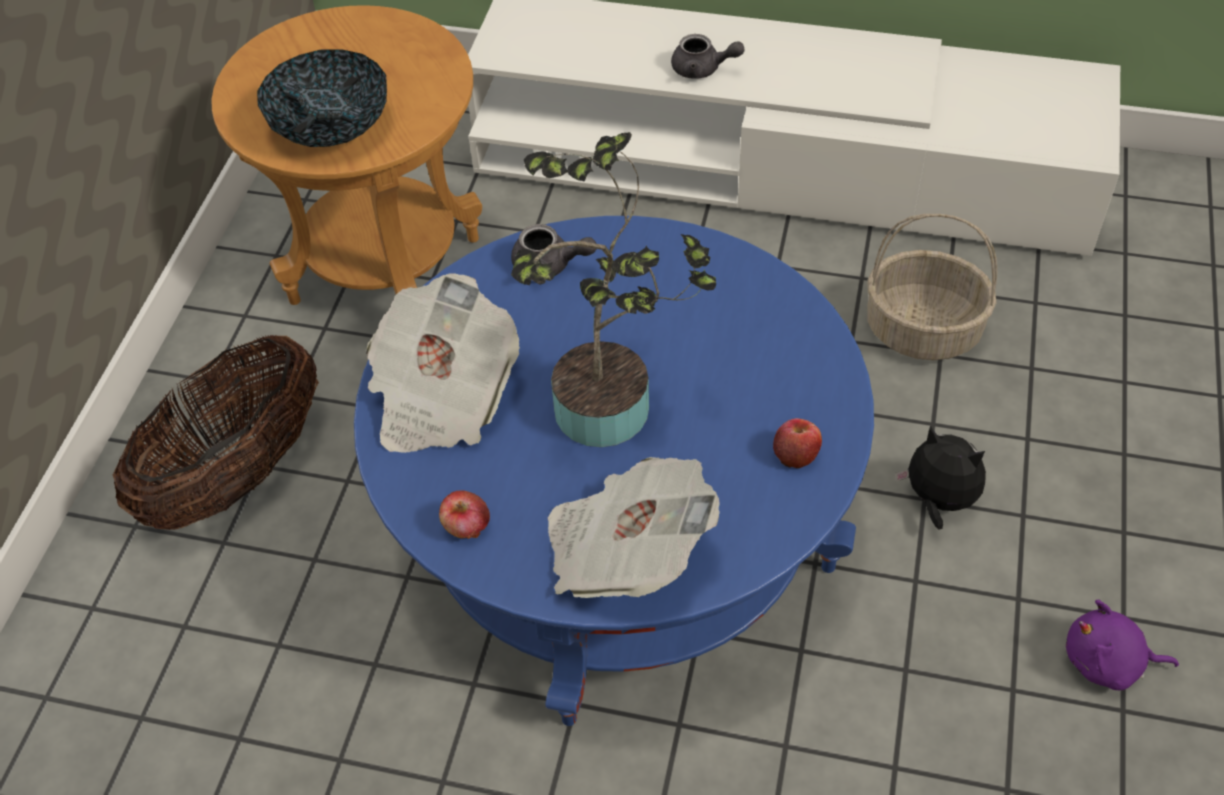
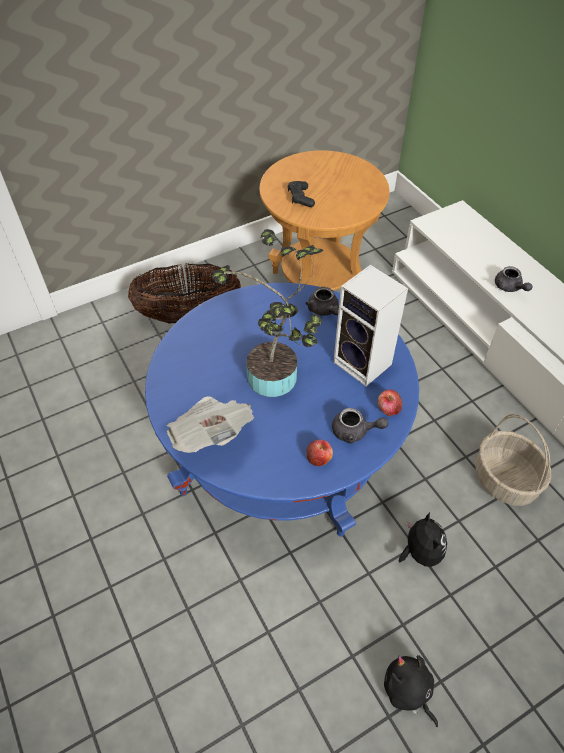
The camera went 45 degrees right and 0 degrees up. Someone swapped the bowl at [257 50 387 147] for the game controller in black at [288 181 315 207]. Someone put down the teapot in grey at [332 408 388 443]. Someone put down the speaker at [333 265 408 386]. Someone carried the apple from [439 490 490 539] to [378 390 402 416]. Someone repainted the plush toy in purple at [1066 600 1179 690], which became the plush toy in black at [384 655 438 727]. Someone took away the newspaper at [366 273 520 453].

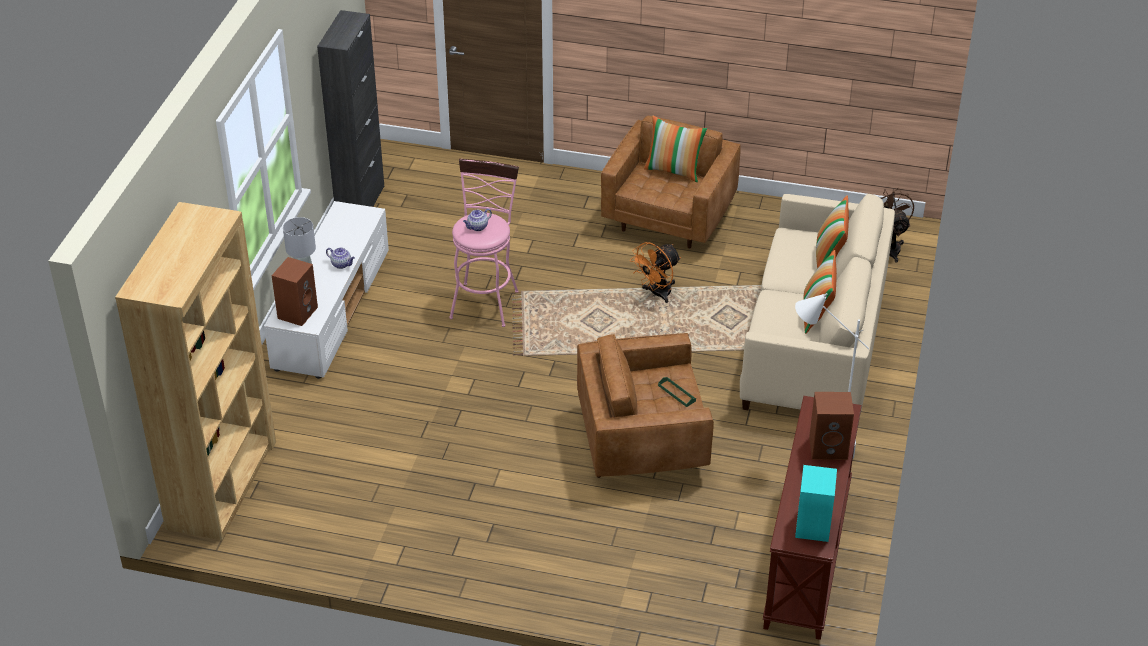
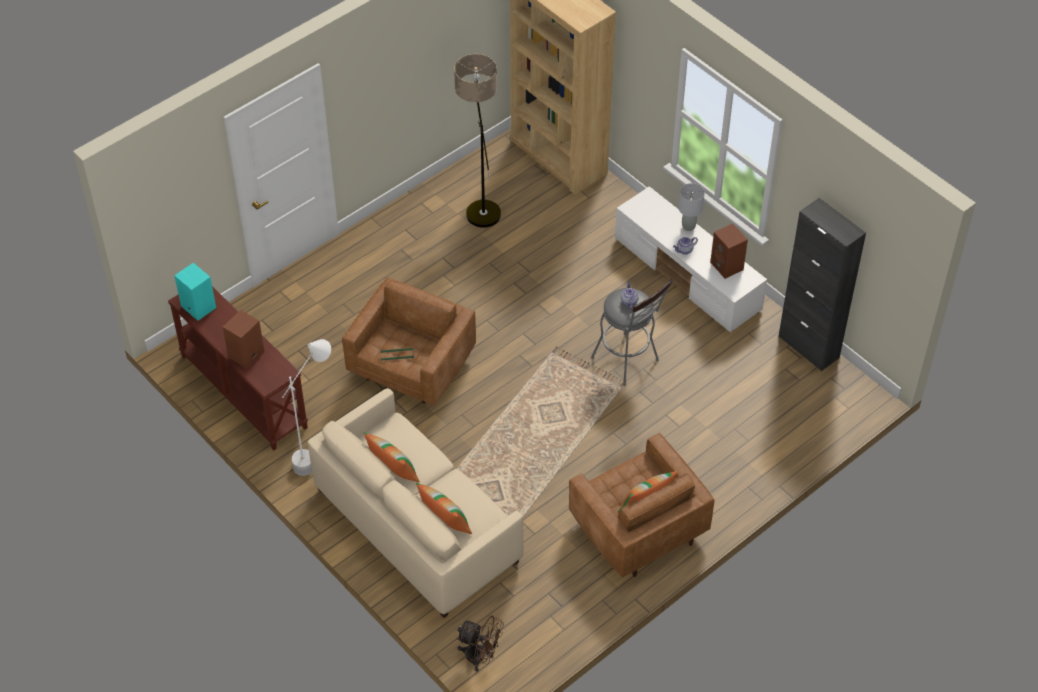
The camera went 125 degrees right and 10 degrees up. Someone put down the floor lamp at [454 54 501 228]. Someone repainted the stool in pink at [449 159 519 327], which became the stool in grey at [591 279 673 386]. Someone carried the speaker in brown from [272 257 318 326] to [710 223 748 279]. Someone took away the fan in orange at [630 242 681 303].

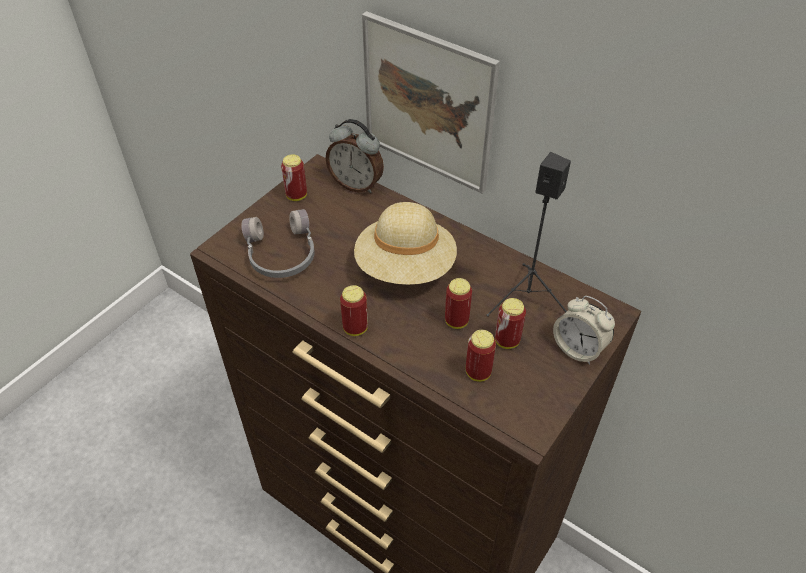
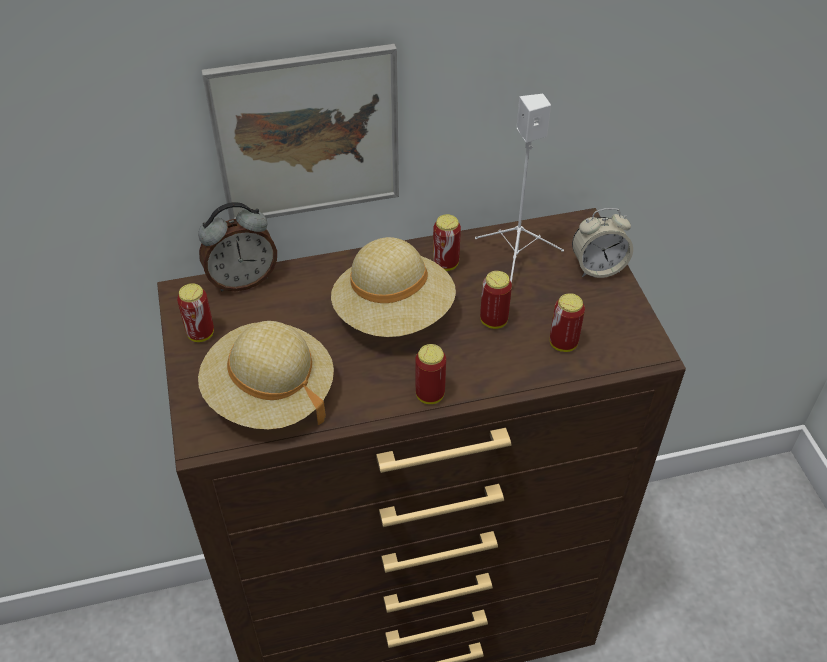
The camera went 50 degrees left and 0 degrees up. Someone swapped the headphones in grey at [241 209 315 278] for the hat in beige at [198 321 334 429]. Someone carried the can from [495 298 526 349] to [433 214 461 271]. Someone repainted the speaker in black at [486 152 571 317], which became the speaker in white at [475 94 564 283].

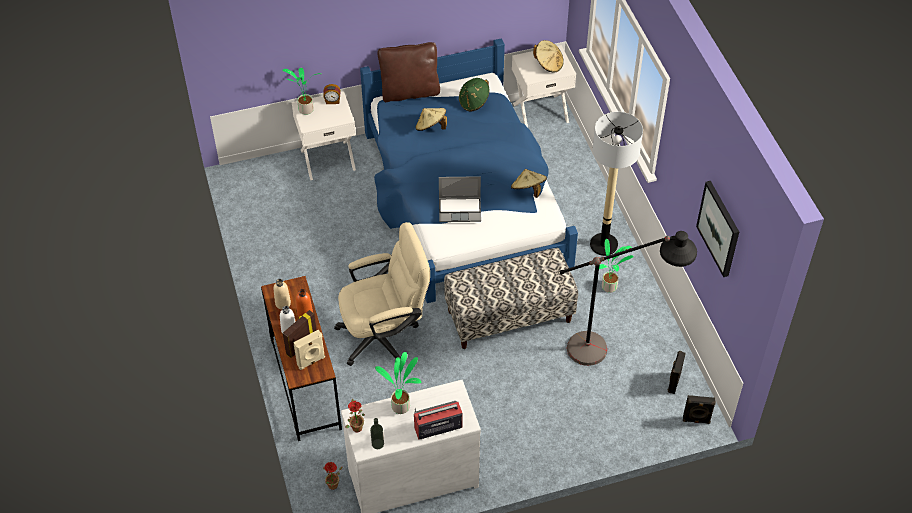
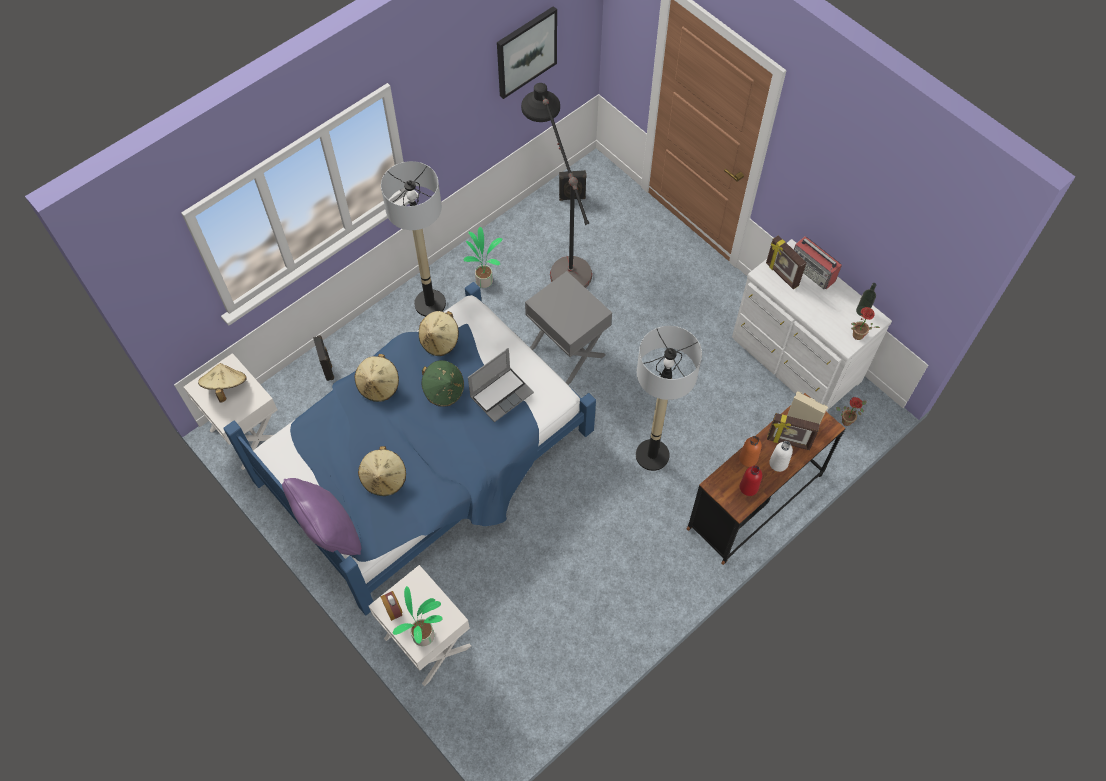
The camera went 115 degrees left and 10 degrees up. Someone repainted the pillow in brown at [377 42 440 102], which became the pillow in purple at [282 478 361 555]. Someone carried the speaker in black from [683 395 716 424] to [313 335 334 381]. Someone put down the hat in beige at [355 354 399 402]. Someone carried the hat in green from [459 78 489 111] to [422 360 464 407]. Someone rotated the laptop at [439 176 481 222] by 75 degrees clockwise. Someone swapped the bench at [444 248 578 349] for the nightstand in grey at [525 271 612 385]. Someone swapped the office chair in beige at [334 222 430 366] for the floor lamp at [636 326 702 471]. Someone repainted the bottle in beige at [274 279 291 309], which became the bottle in red at [740 465 762 496]. Someone put down the picture frame at [766 235 807 290]. Someone took away the potted plant at [375 352 422 414].

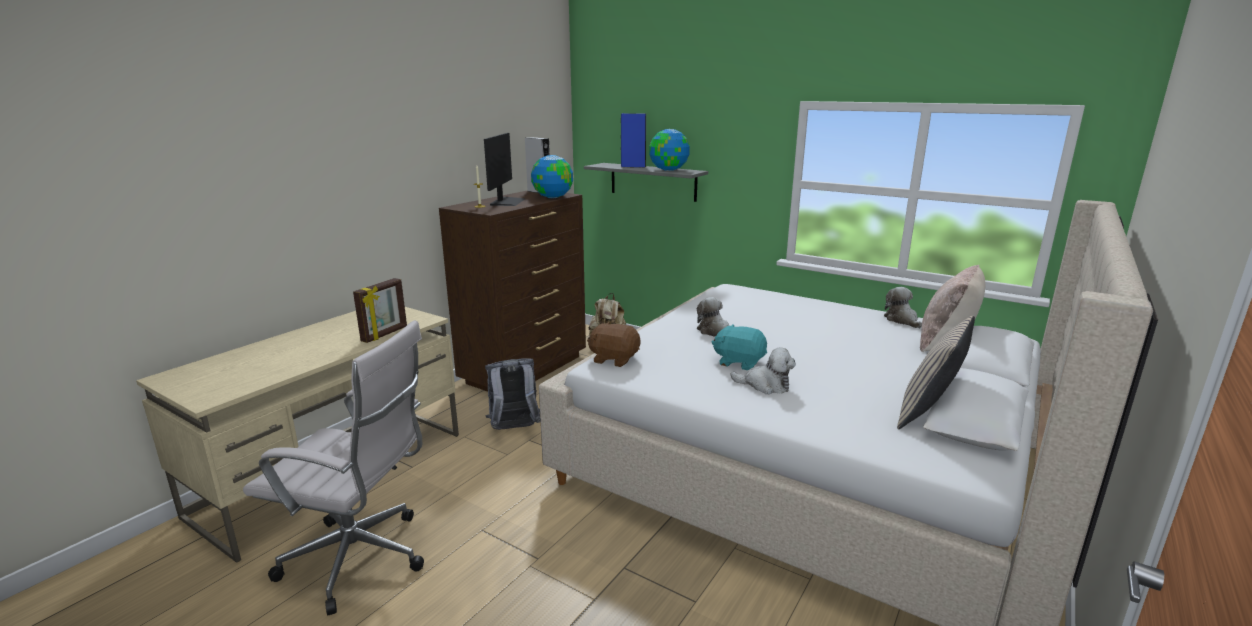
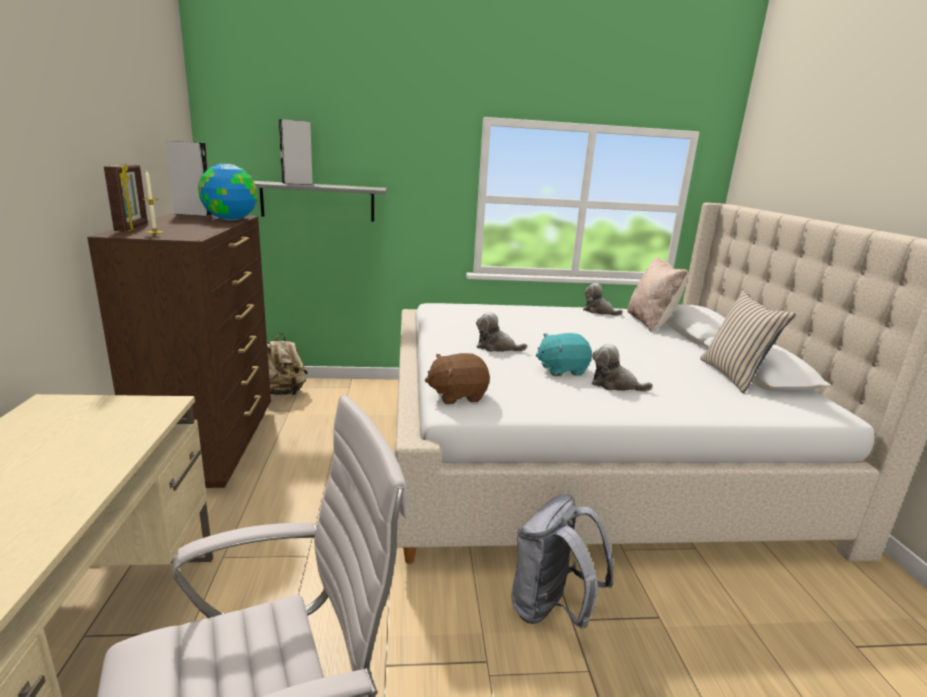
The camera went 40 degrees left and 0 degrees up. Someone carried the picture frame from [353 278 407 343] to [104 164 148 231]. Someone repainted the speaker in blue at [621 113 646 168], which became the speaker in grey at [279 119 313 185]. Someone carried the backpack in grey from [485 358 541 430] to [512 494 613 629]. Someone rotated the plush toy at [730 347 796 394] by 135 degrees counterclockwise. Someone took away the monitor at [484 133 525 206]. Someone took away the globe at [649 129 690 171].

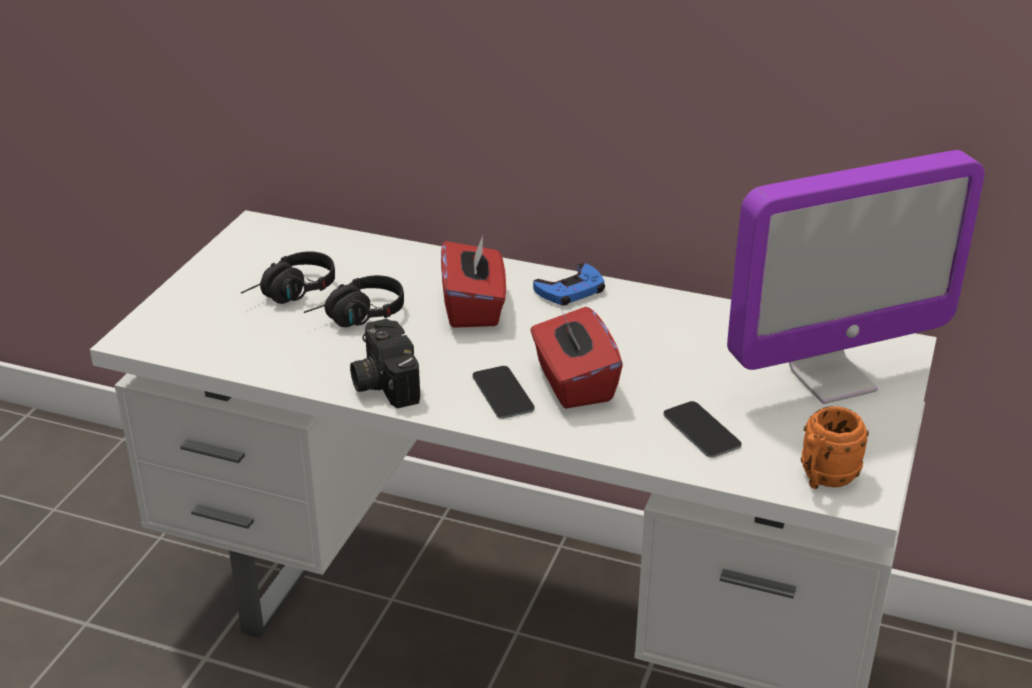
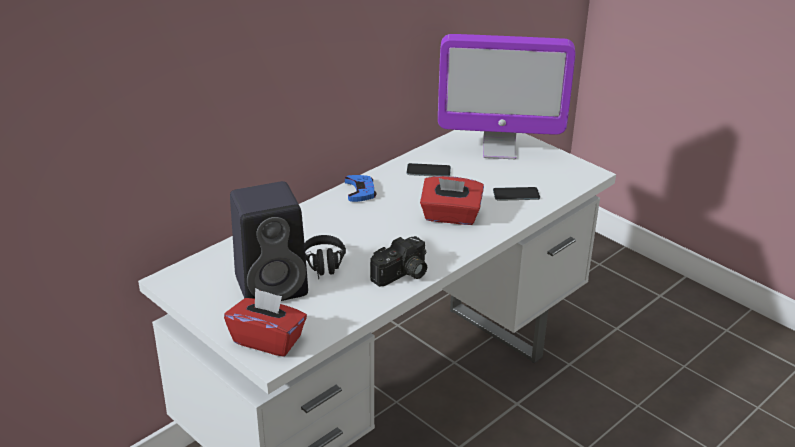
The camera went 65 degrees left and 0 degrees up. Someone carried the tissue box in red from [441 233 506 328] to [224 288 307 357]. Someone swapped the headphones in black at [241 251 335 304] for the speaker in black at [230 181 308 301]. Someone rotated the photo camera at [350 319 420 408] by 45 degrees counterclockwise. Someone carried the phone from [473 366 535 419] to [406 163 451 176]. Someone rotated the monitor at [727 150 985 404] by 90 degrees clockwise. Someone took away the mug in orange at [801 406 869 489].

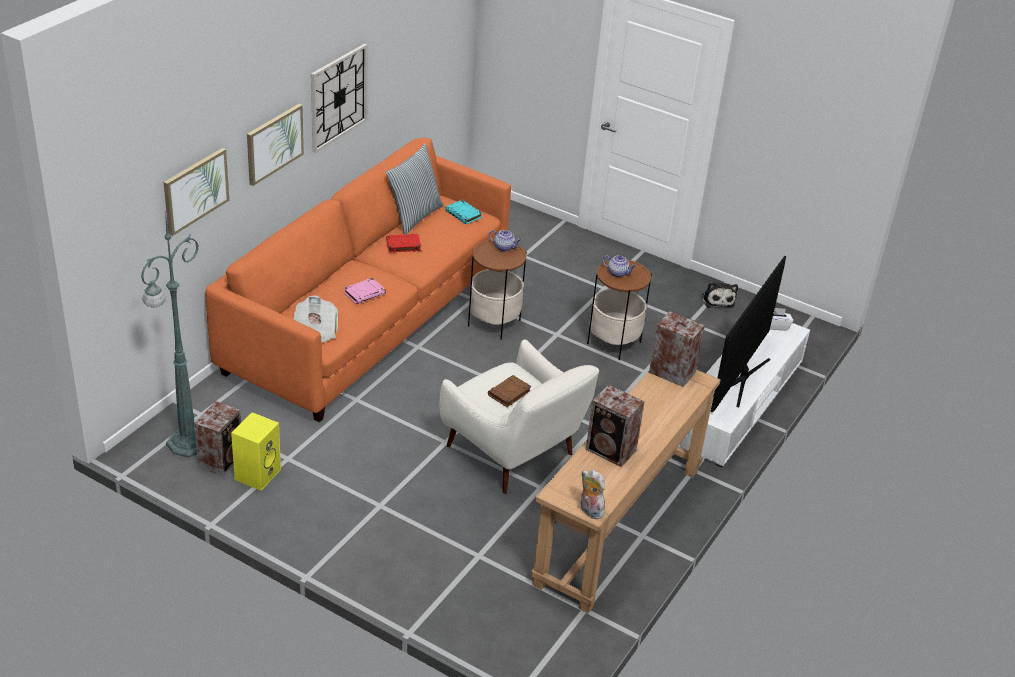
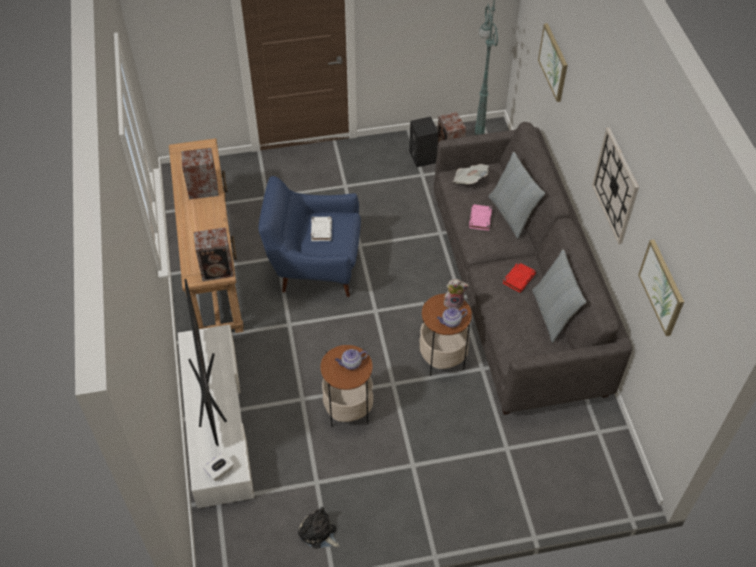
The camera went 140 degrees right and 15 degrees up. Someone repainted the armchair in white at [440 339 599 494], which became the armchair in blue at [258 176 361 297]. Someone repainted the book in brown at [488 375 532 407], which became the book in white at [311 217 332 241]. Someone repainted the speaker in yellow at [231 412 281 491], which became the speaker in black at [409 117 439 167]. Someone repainted the sofa in orange at [205 138 511 422], which became the sofa in grey at [434 122 632 415]. Someone carried the plush toy from [580 470 605 519] to [443 279 469 309]. Someone put down the pillow at [489 152 545 239]. Someone carried the picture from [247 104 304 186] to [638 240 684 336]. Someone took away the book in turquoise at [445 200 483 224].

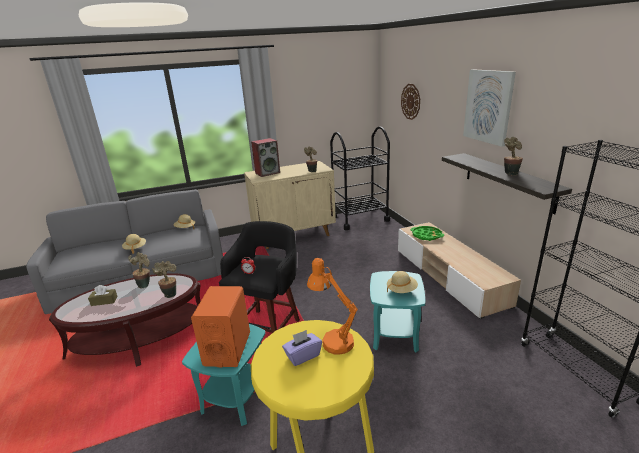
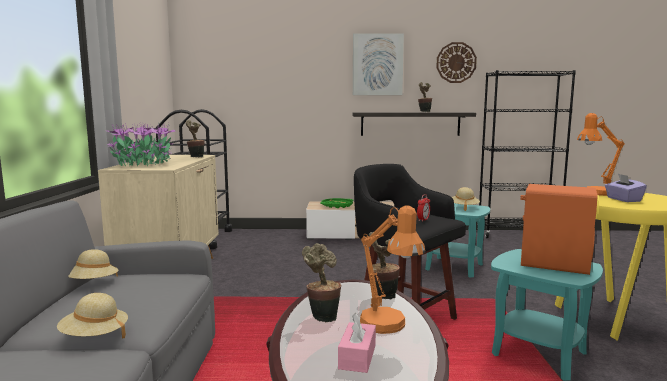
The camera went 70 degrees left and 15 degrees down. Someone swapped the speaker at [251 138 280 177] for the potted plant at [105 123 175 167]. Someone repainted the tissue box in brown at [88 285 118 306], which became the tissue box in pink at [338 313 376 373]. Someone put down the table lamp in orange at [360 205 425 334]. Someone carried the wall clock from [401 84 420 120] to [436 42 477 83].

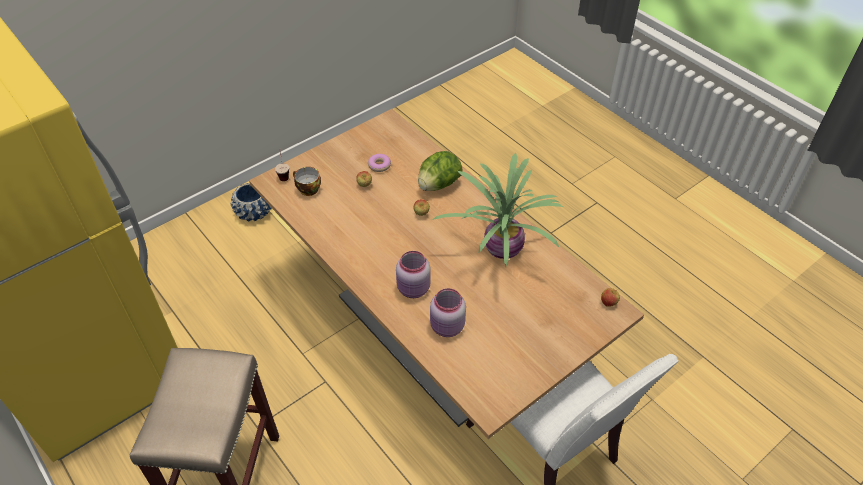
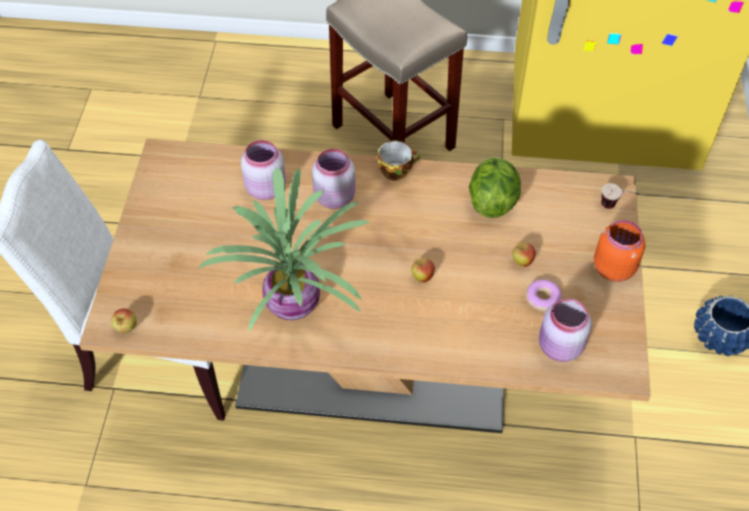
The camera went 135 degrees right and 5 degrees up. Someone carried the cup from [293 167 321 196] to [377 140 420 181]. Someone carried the lettuce from [418 151 463 191] to [469 156 521 218]. Someone put down the jar in pink at [539 299 592 362]. Someone put down the jar in orange at [594 220 645 282].

